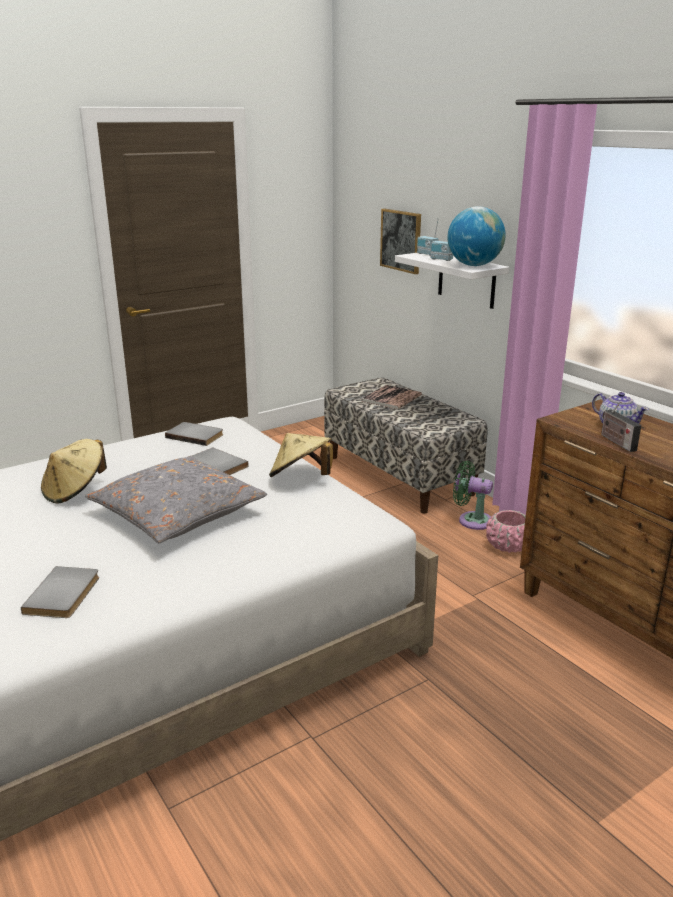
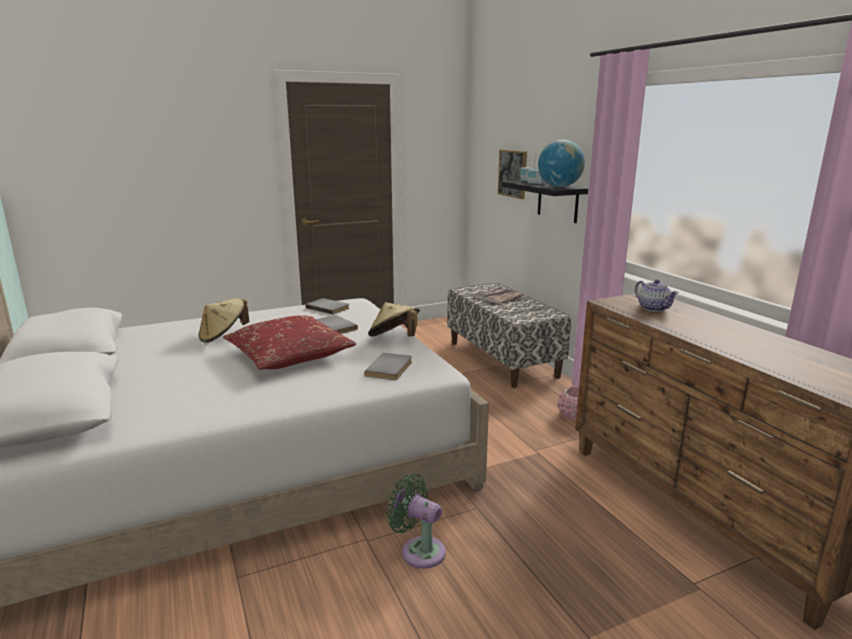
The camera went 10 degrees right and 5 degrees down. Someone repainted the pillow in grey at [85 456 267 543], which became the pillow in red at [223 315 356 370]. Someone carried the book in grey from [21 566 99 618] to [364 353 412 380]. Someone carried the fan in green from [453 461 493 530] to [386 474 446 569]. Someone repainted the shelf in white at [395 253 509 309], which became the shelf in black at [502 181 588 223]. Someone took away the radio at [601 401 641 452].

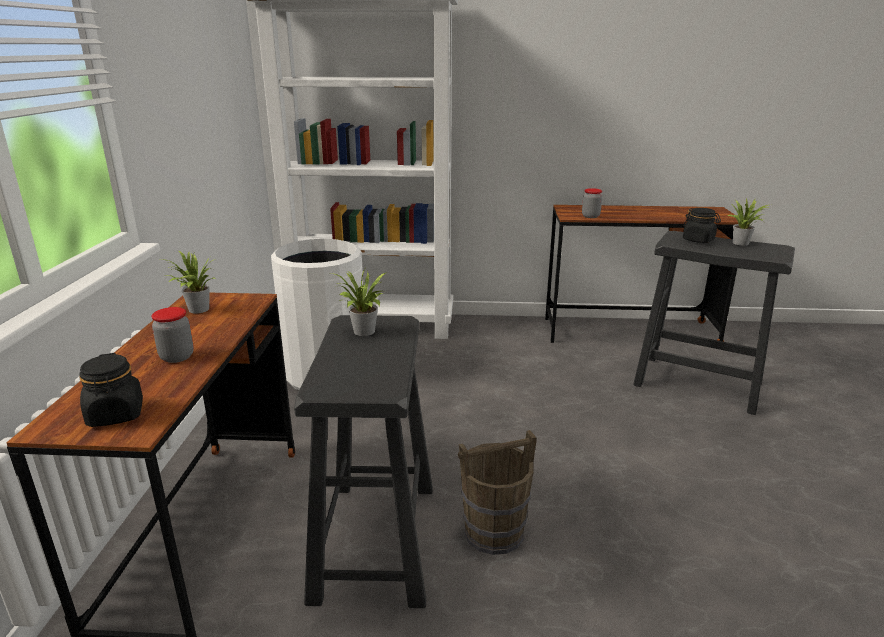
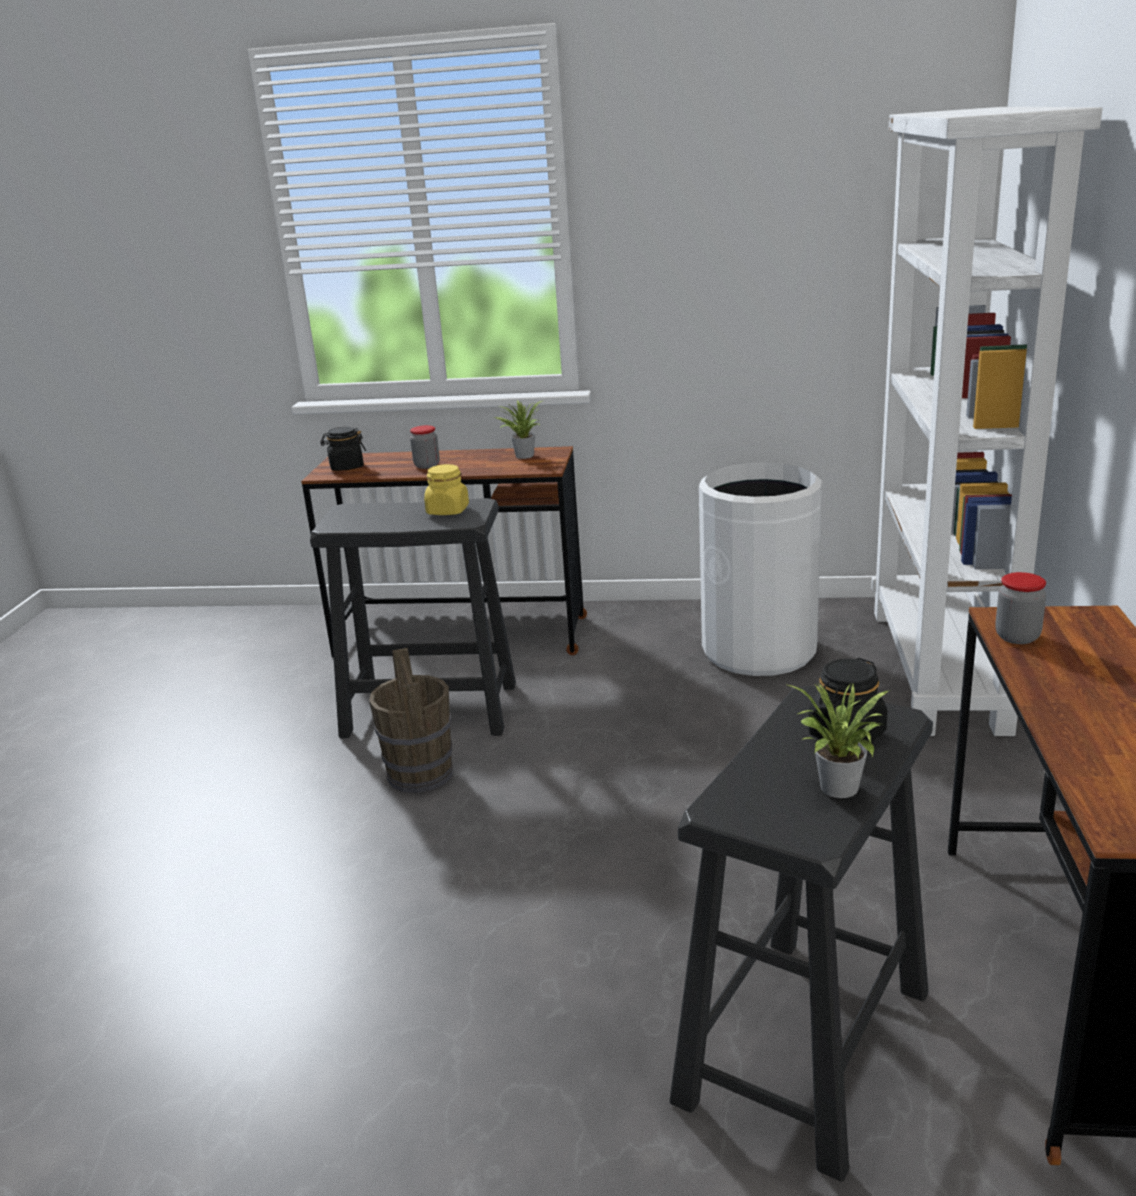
The camera went 95 degrees right and 0 degrees up. Someone swapped the potted plant at [331 269 387 336] for the jar in yellow at [424 464 469 515].

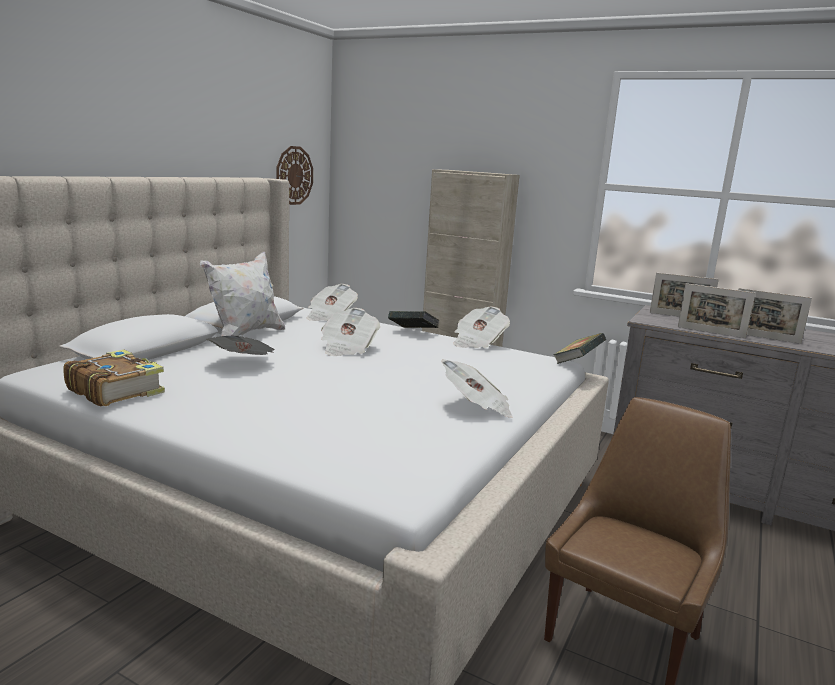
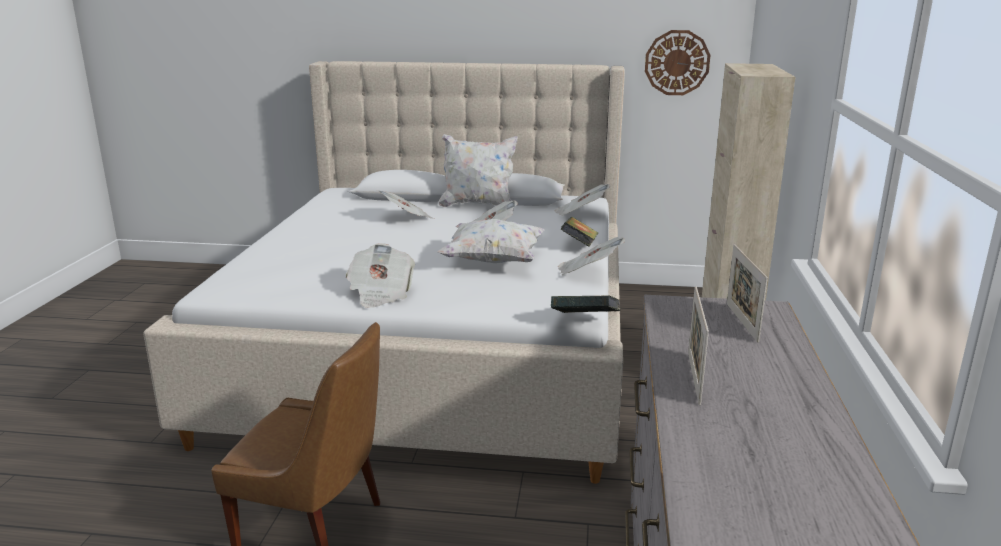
The camera went 70 degrees right and 5 degrees up. Someone put down the pillow in white at [437 219 545 263]. Someone took away the book at [63 349 165 406]. Someone took away the picture frame at [678 283 755 338].

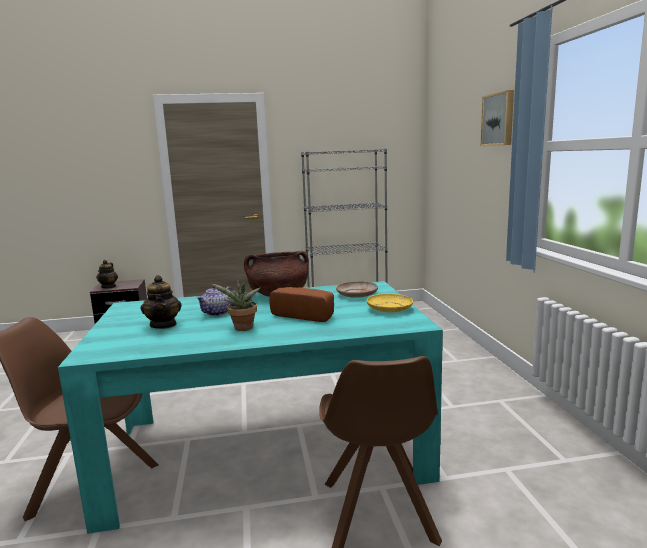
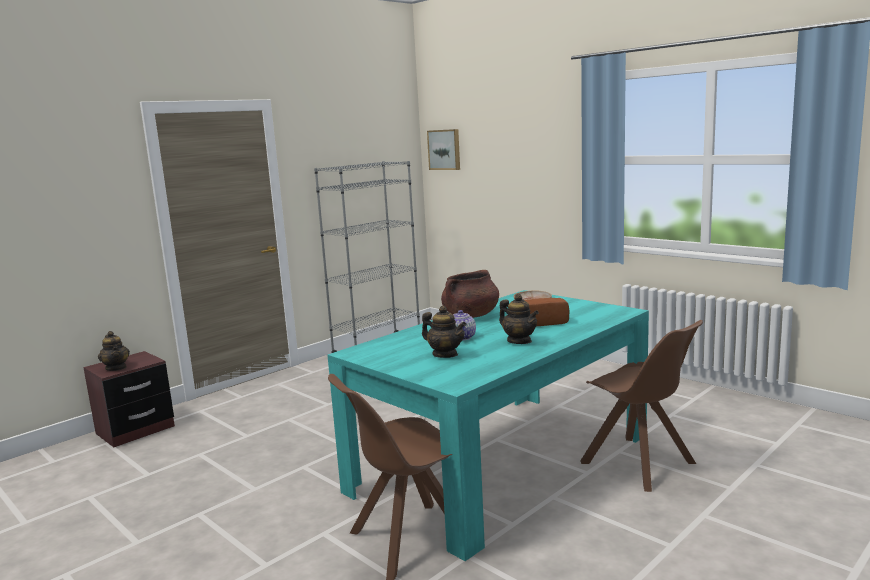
The camera went 35 degrees left and 0 degrees up. Someone carried the picture from [481 90 514 146] to [427 129 460 170]. Someone swapped the potted plant at [210 279 261 331] for the teapot at [499 294 539 344]. Someone took away the plate in yellow at [367 294 413 312].

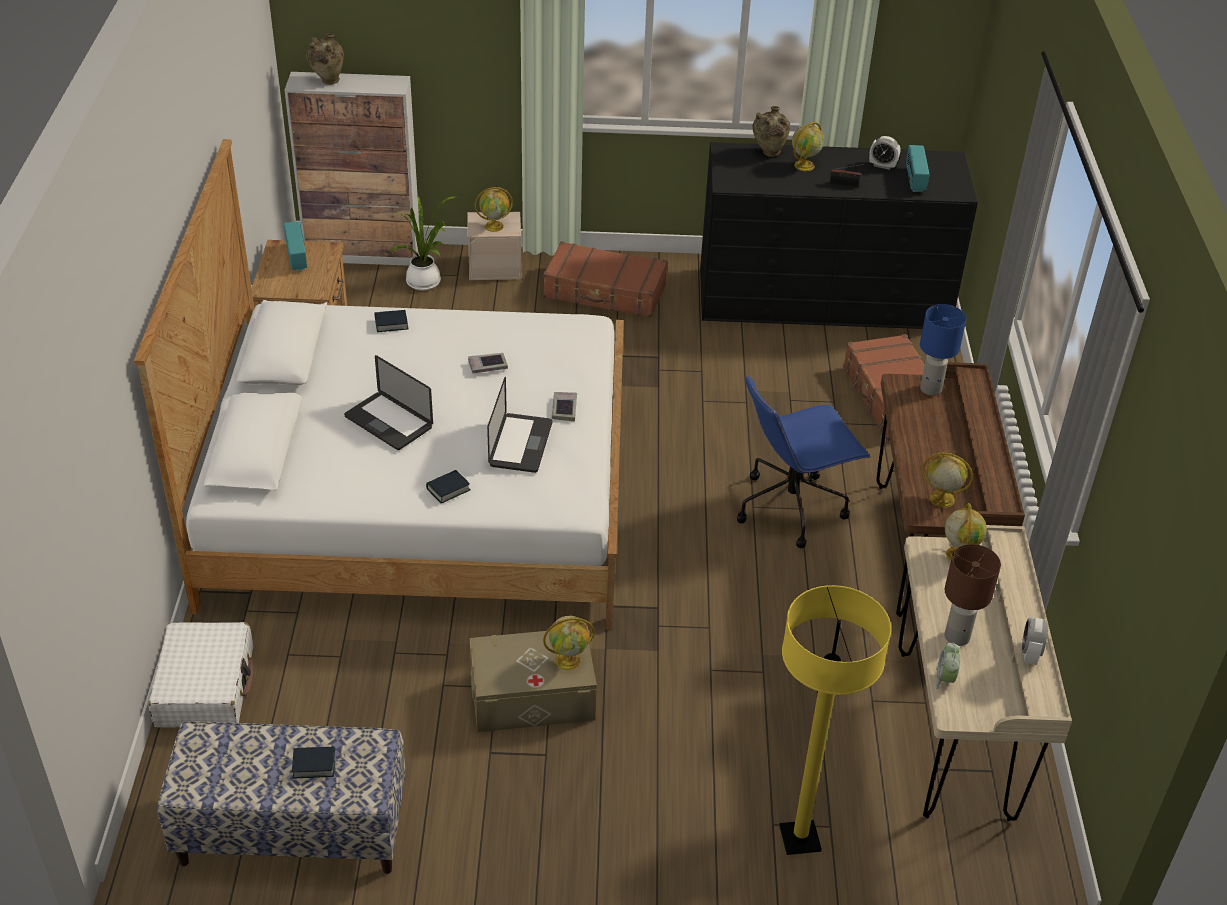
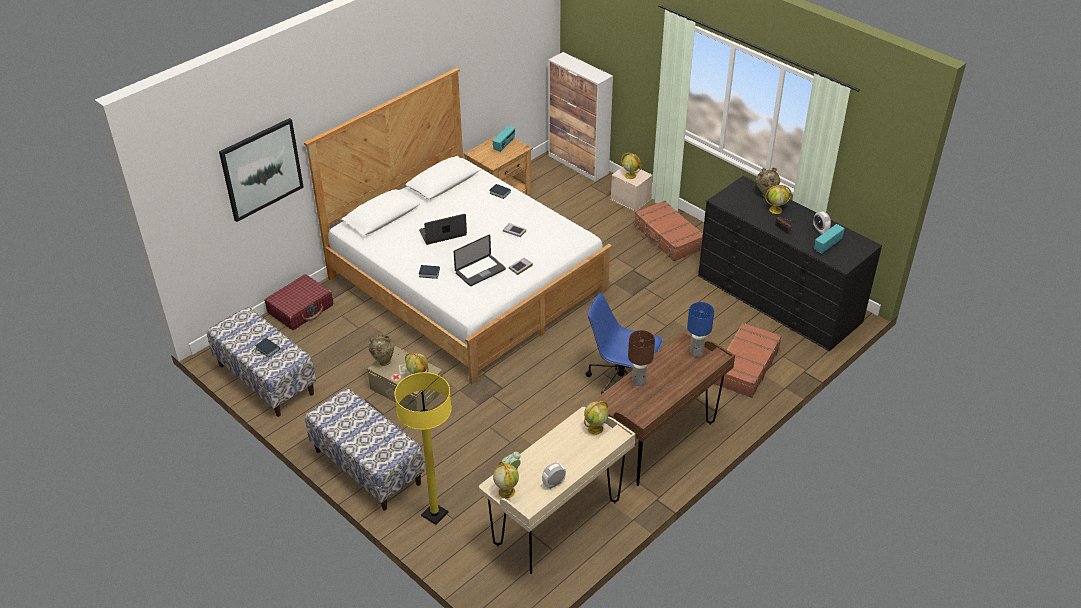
The camera went 45 degrees right and 0 degrees up. Someone put up the picture at [219 118 304 222]. Someone repainted the suitcase in white at [148 622 253 727], which became the suitcase in red at [264 274 333 330]. Someone put down the bench at [305 388 424 511]. Someone carried the vase in beige from [306 33 344 85] to [369 333 394 366]. Someone rotated the laptop at [344 355 433 450] by 75 degrees clockwise. Someone carried the globe from [922 452 973 508] to [493 461 519 498]. Someone carried the table lamp in brown from [945 544 1001 646] to [628 330 655 386]. Someone took away the potted plant at [390 195 455 291].

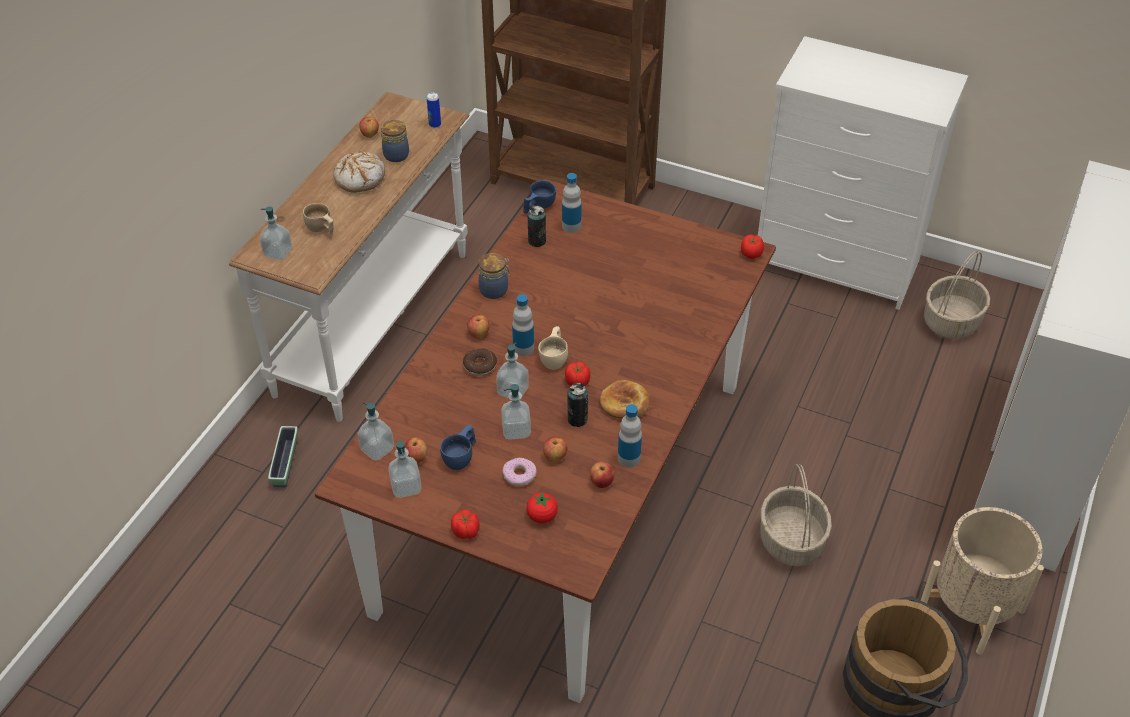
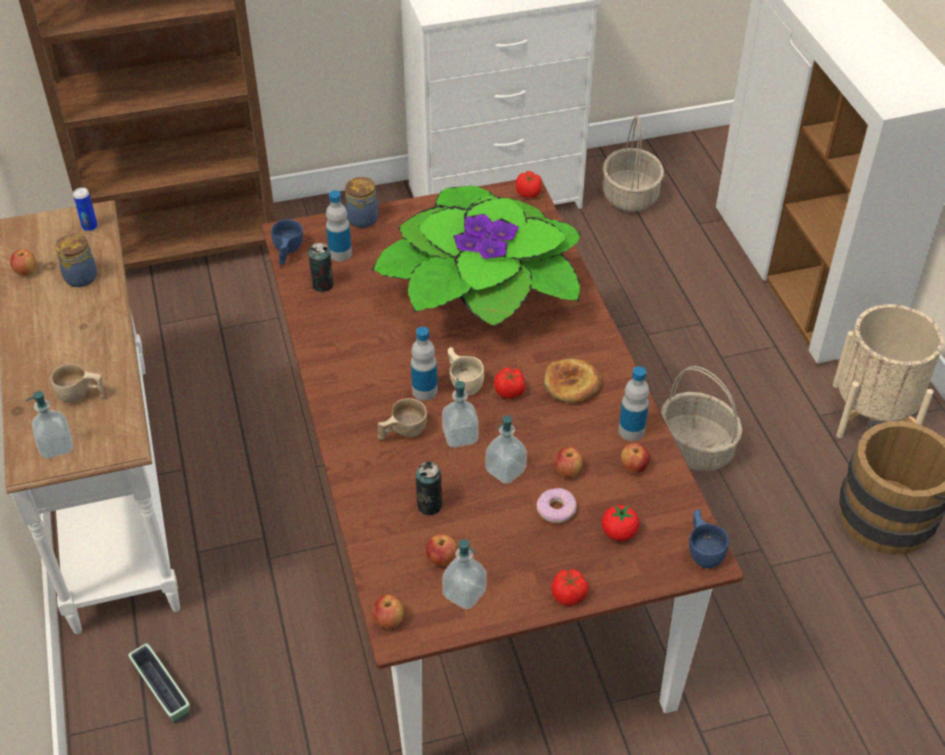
The camera went 40 degrees left and 0 degrees up. Someone carried the jar from [479 253 510 299] to [345 177 378 228]. Someone put down the potted plant at [372 186 581 326]. Someone carried the apple from [467 315 490 339] to [372 595 404 629]. Someone swapped the donut at [463 348 497 376] for the cup in beige at [377 398 427 440]. Someone carried the can from [567 383 588 427] to [415 461 442 515]. Someone carried the cup in blue from [440 425 476 470] to [689 509 729 568]. Someone took away the bread at [333 151 385 193]. Someone took away the soap dispenser at [357 403 394 461].

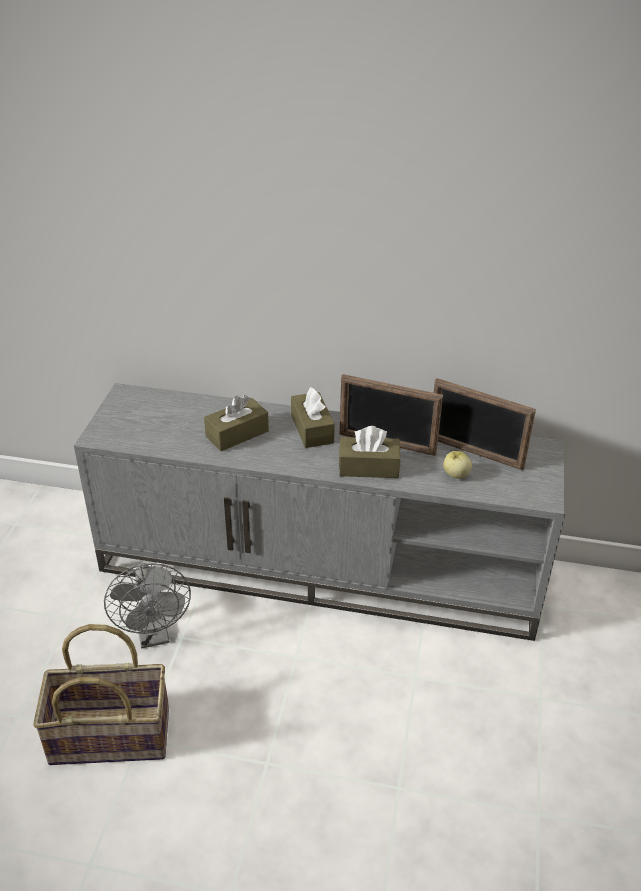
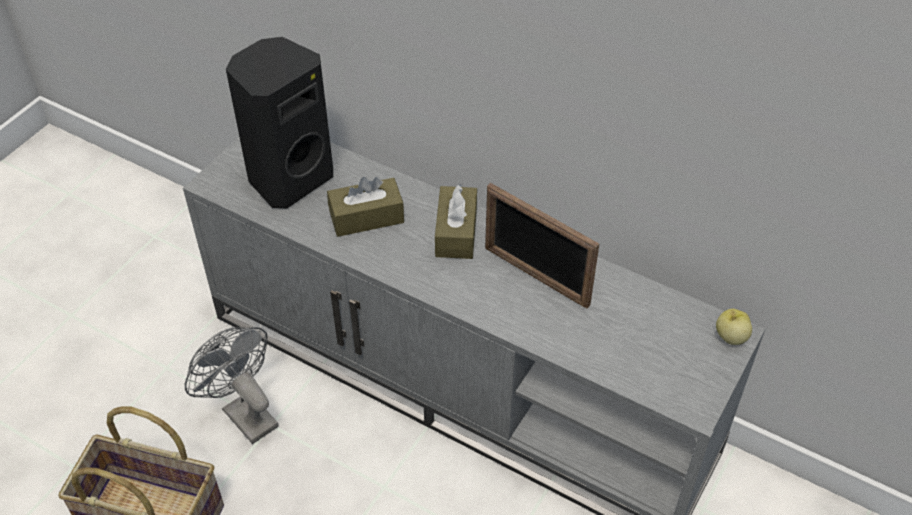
The camera went 20 degrees right and 10 degrees up. Someone rotated the fan in grey at [104 563 191 648] by 135 degrees clockwise. Someone put down the speaker in black at [226 37 333 208]. Someone carried the apple from [443 451 472 479] to [716 309 752 345]. Someone took away the tissue box in brown at [339 426 400 478]. Someone took away the picture frame at [434 378 536 470].

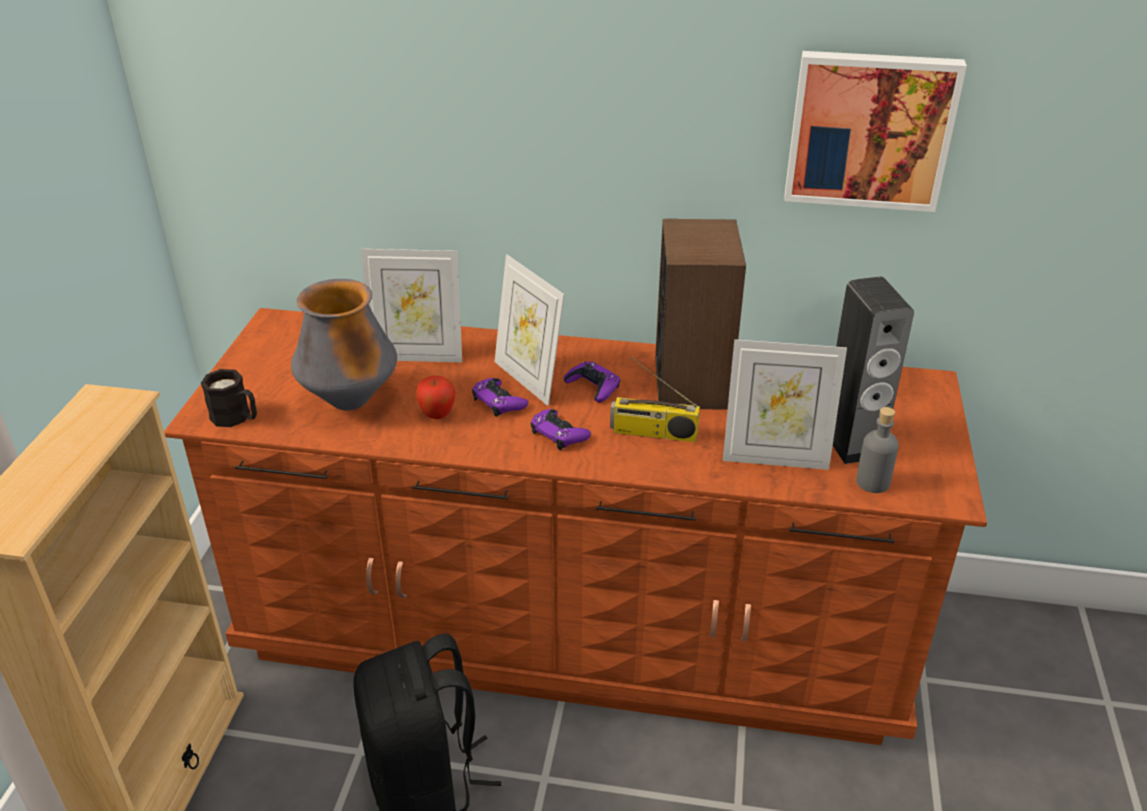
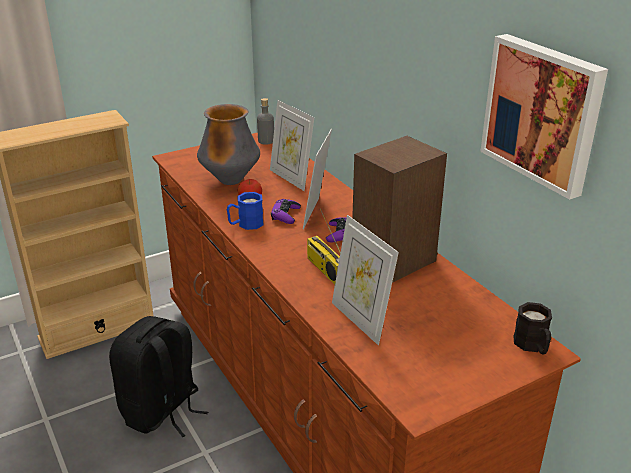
The camera went 50 degrees right and 5 degrees down. Someone put down the mug in blue at [227 192 264 230]. Someone carried the bottle in grey from [856 407 899 493] to [257 98 274 144]. Someone carried the mug in black from [201 369 257 427] to [513 302 552 354]. Someone took away the game controller in purple at [531 409 591 450]. Someone took away the speaker at [833 277 914 464].

